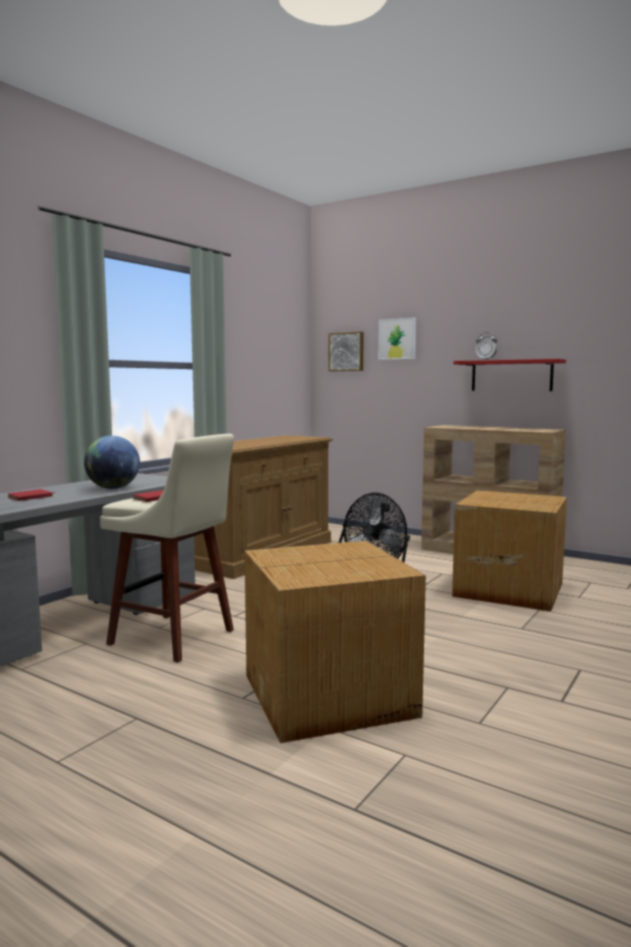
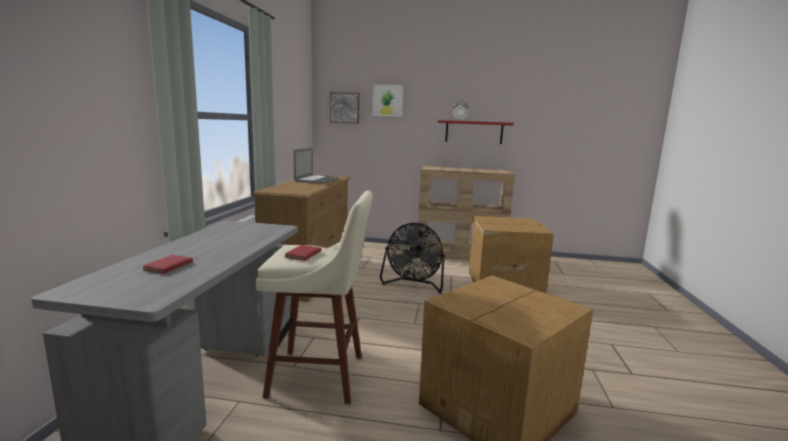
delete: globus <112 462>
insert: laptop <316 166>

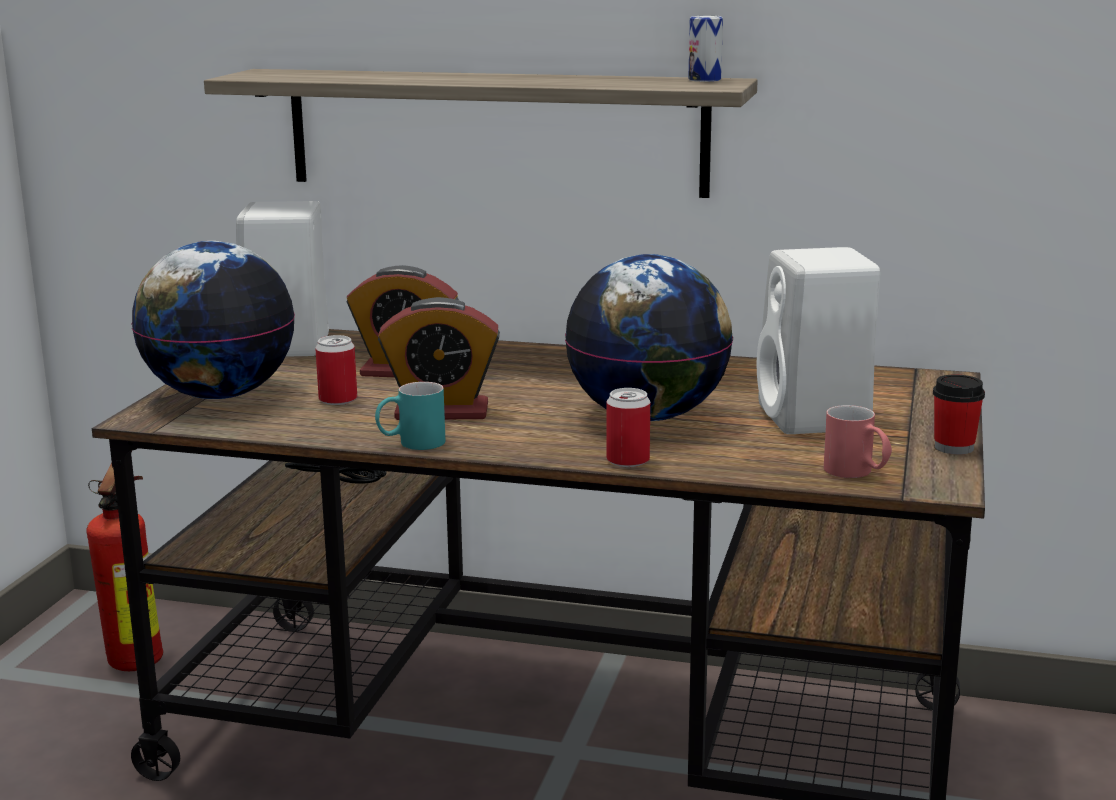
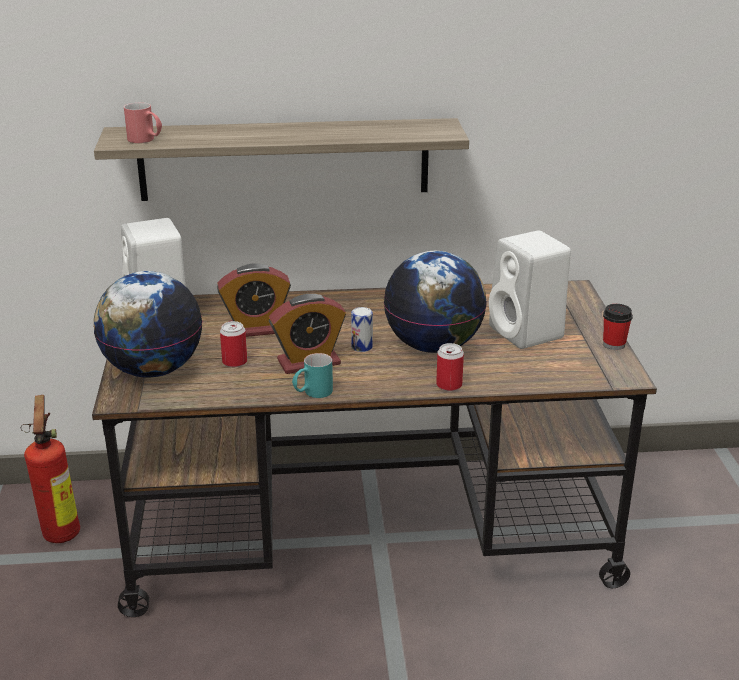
move: puszka <705 48> to <362 329>; kubek (czerwony) <858 441> to <143 122>

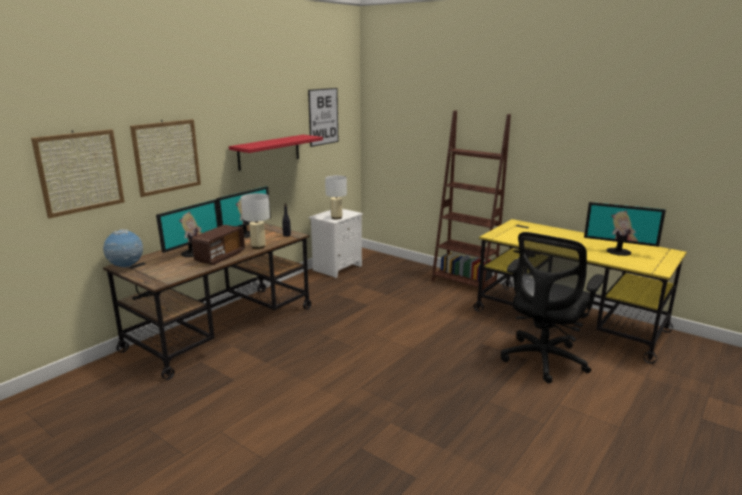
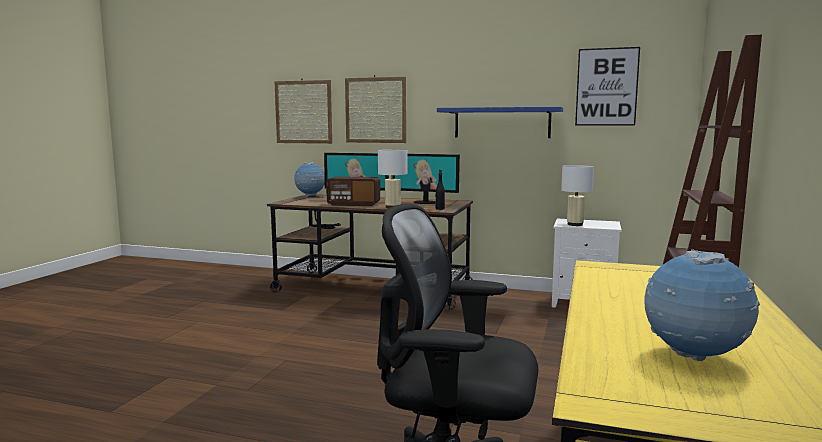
replace: monitor <625 229> to globus <702 305>
recolor: półka (czerwony) <276 153> to półka (niebieski) <500 122>

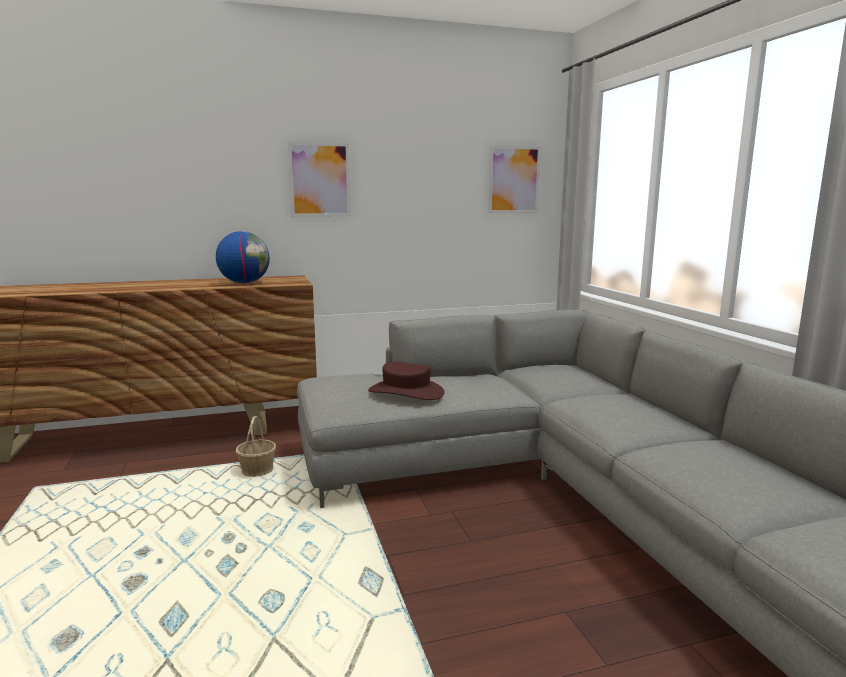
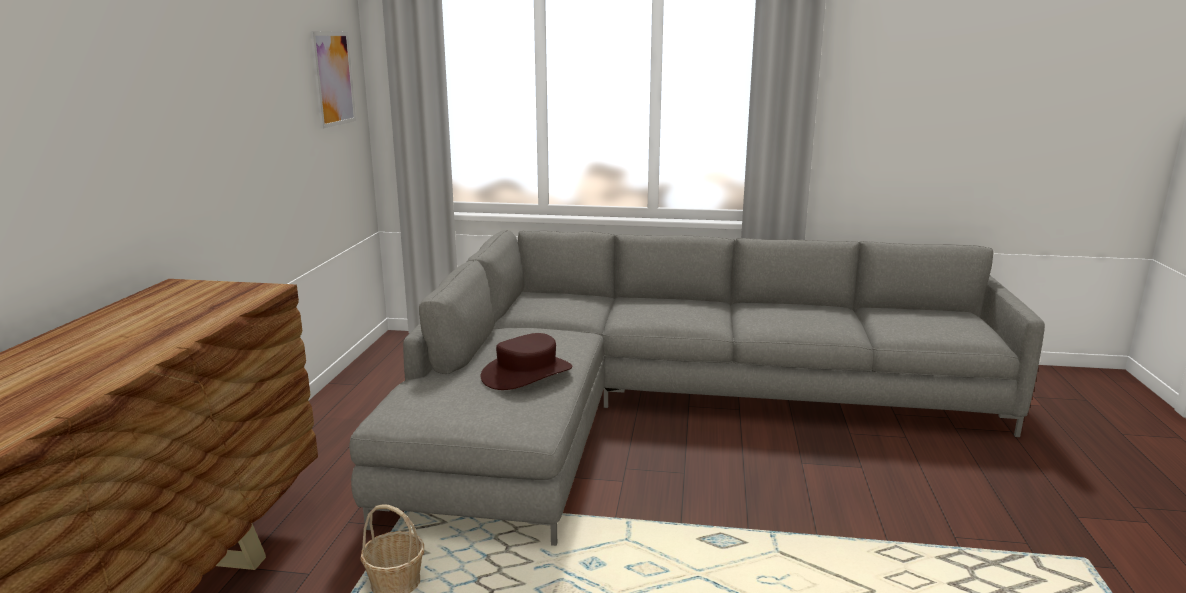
delete: globus <243 257>; obraz <319 179>

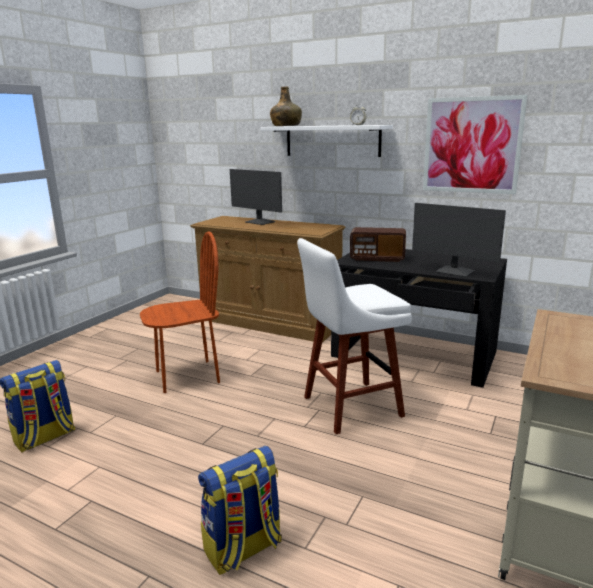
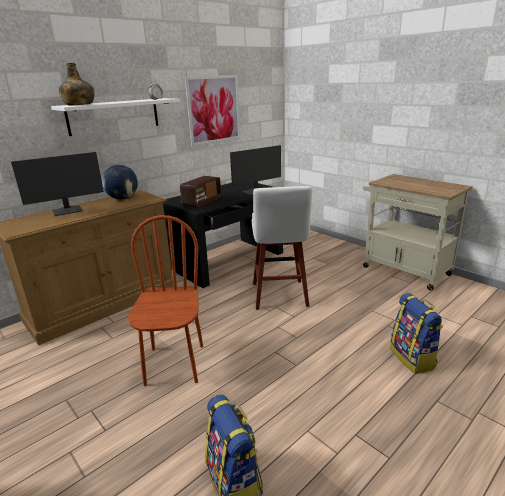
insert: globus <120 182>

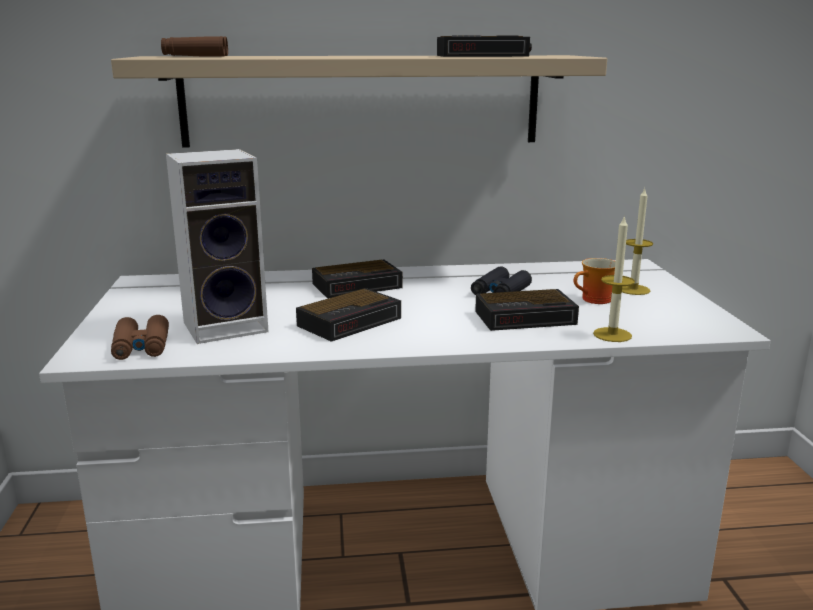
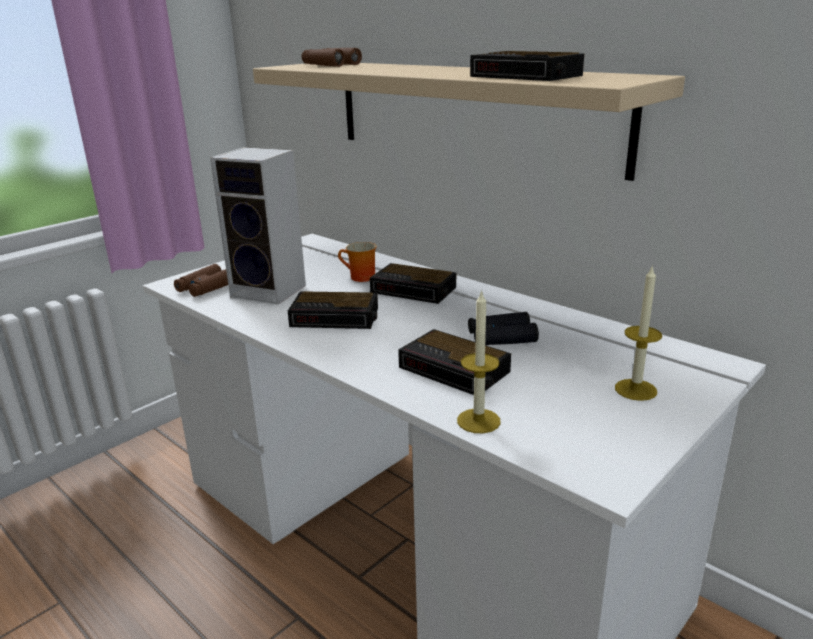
move: kubek <595 281> to <357 262>

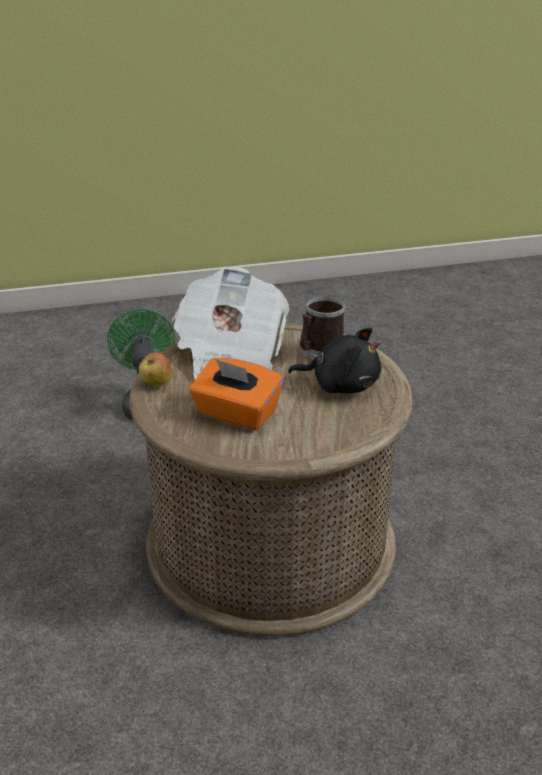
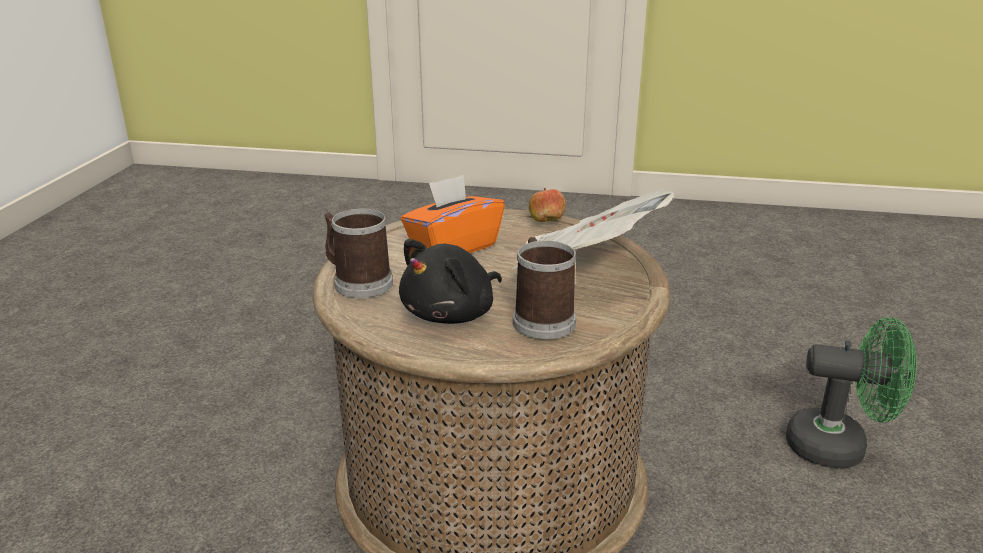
insert: kubek <358 253>

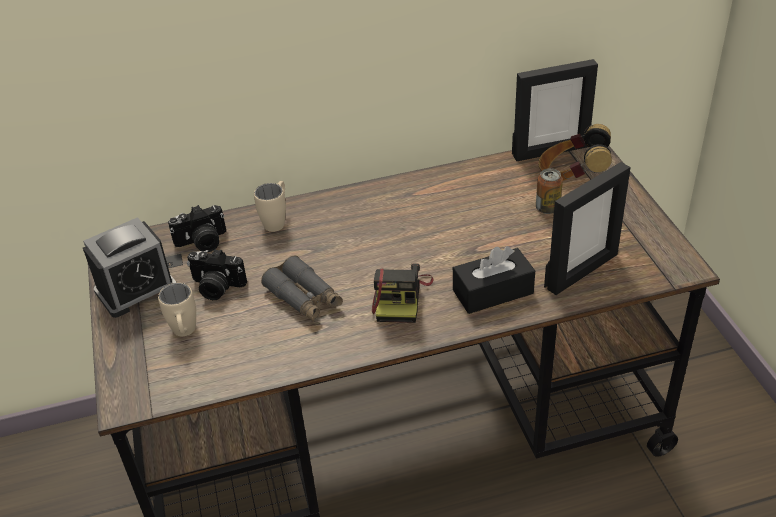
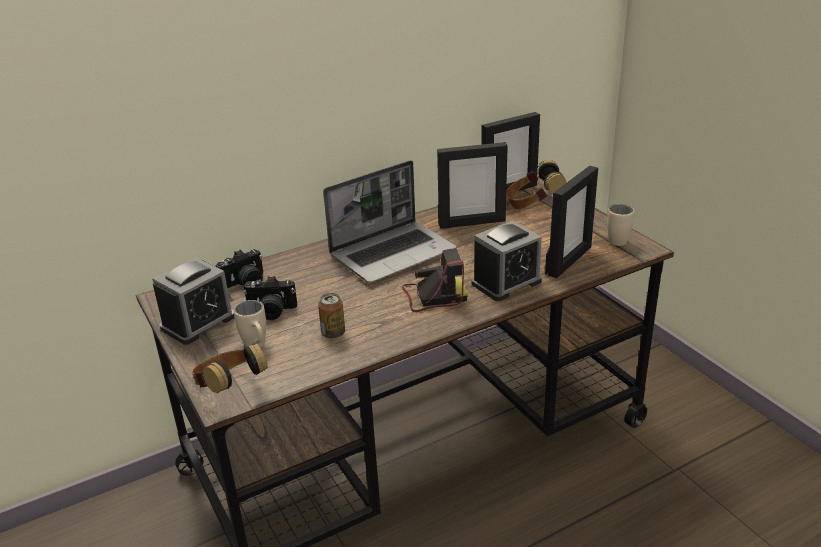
delete: lornetka (szary) <302 288>
insert: słuchawki <230 368>; laptop <390 221>; ramka na zdjęcie <472 185>
move: kubek (beżowy) <270 206> to <620 225>; puszka <549 191> to <331 316>
replace: pudełko chusteczek (czarny) <494 280> to budzik <506 261>
rotate: aparat fotograficzny <403 293> = <435 280> 90 degrees counterclockwise

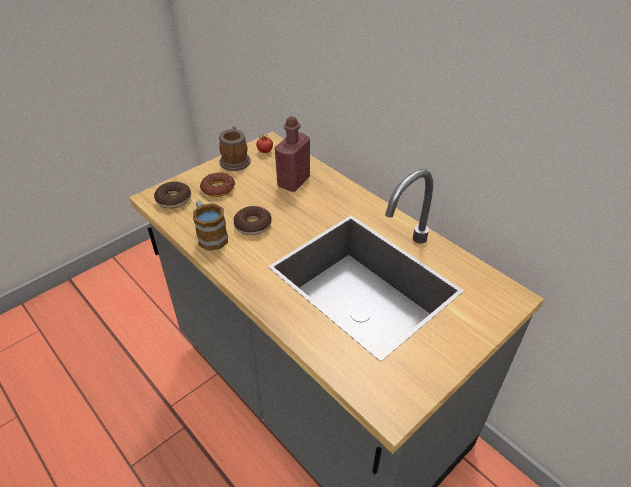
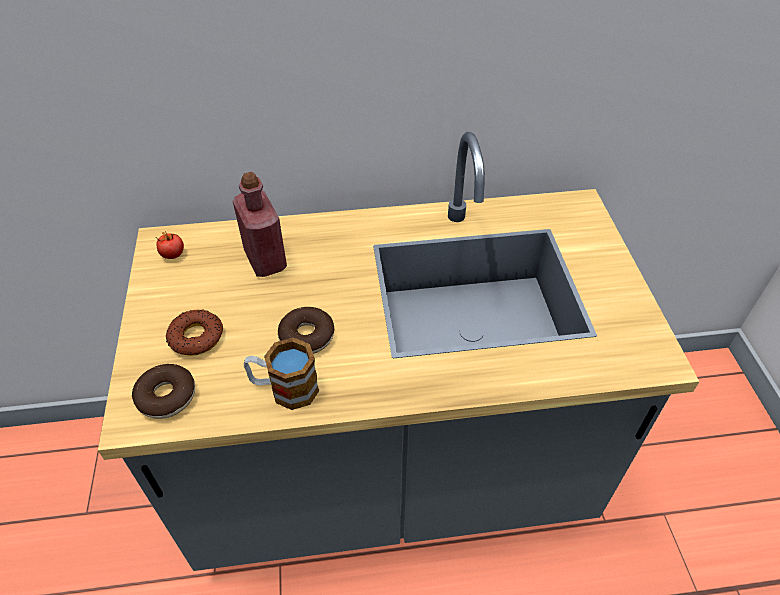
delete: kubek <235 148>

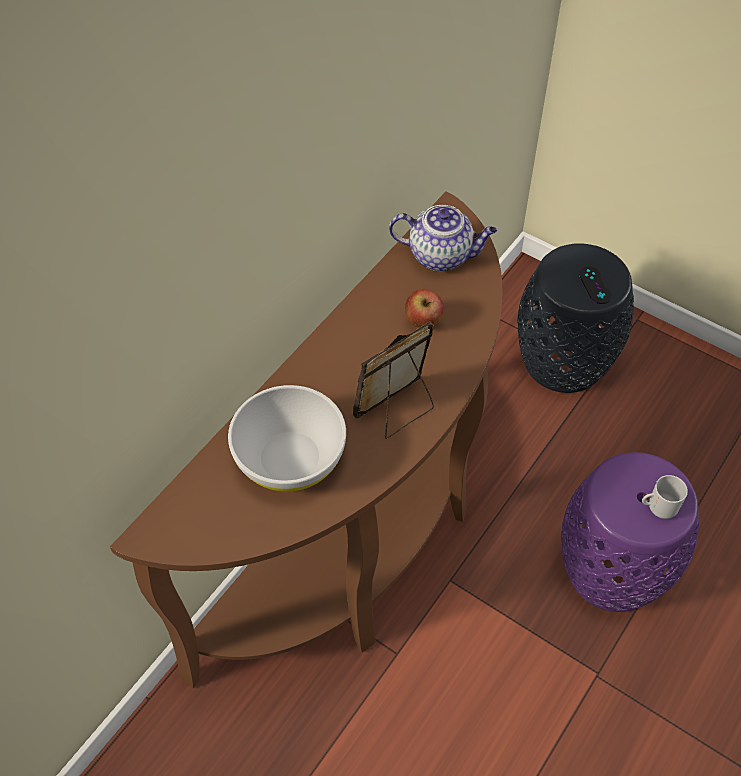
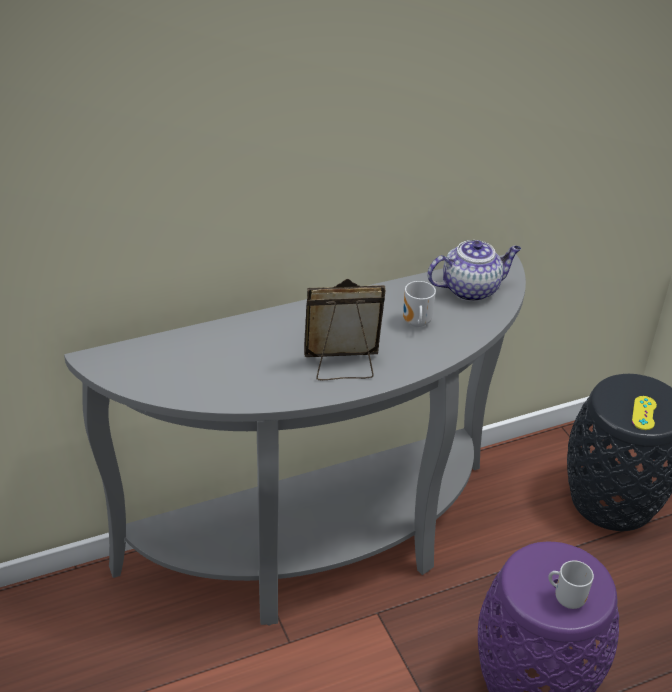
delete: miska (biały) <287 438>
replace: jabłko <424 309> to kubek <419 304>
recolor: stolik konsolowy (brązowy) <306 440> to stolik konsolowy (szary) <295 440>; pad do gier (czarny) <595 285> to pad do gier (żółty) <644 413>
rotate: imbryk <443 238> = <474 271> 60 degrees counterclockwise

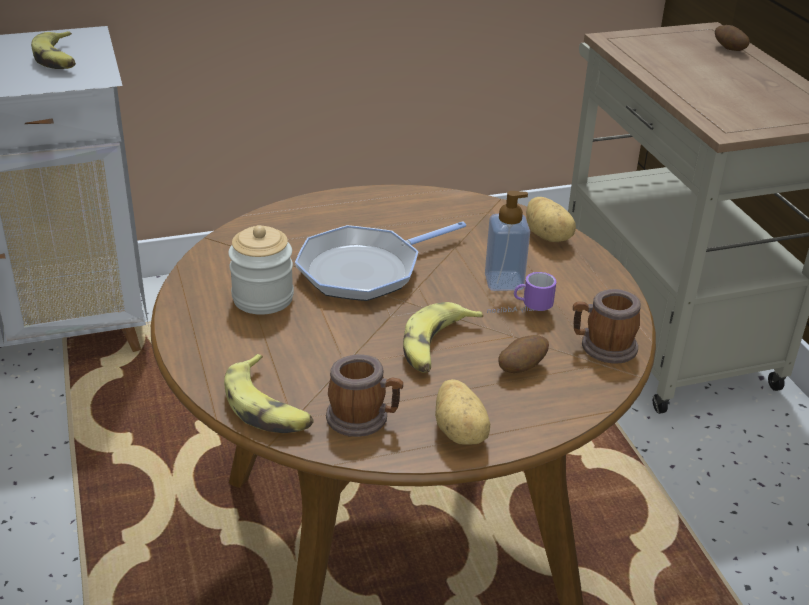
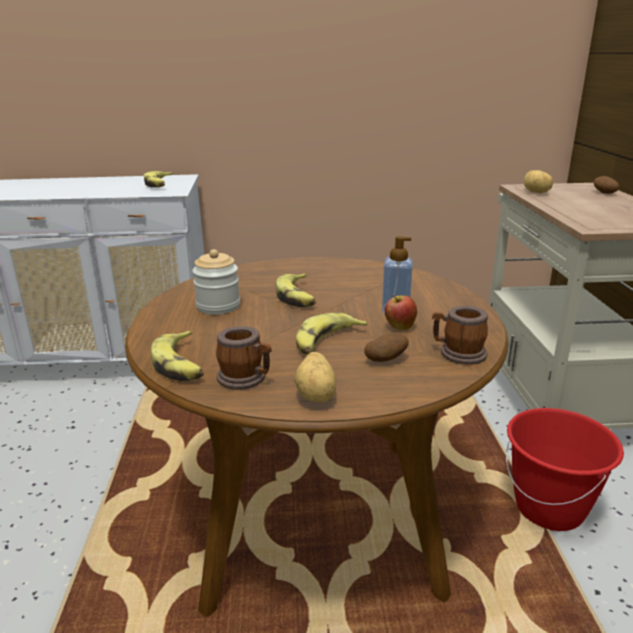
insert: wiadro (czerwony) <565 469>
move: ziemniak <551 219> to <538 181>
replace: patelnia <380 261> to banan <296 290>; kubek <521 292> to jabłko <400 313>

